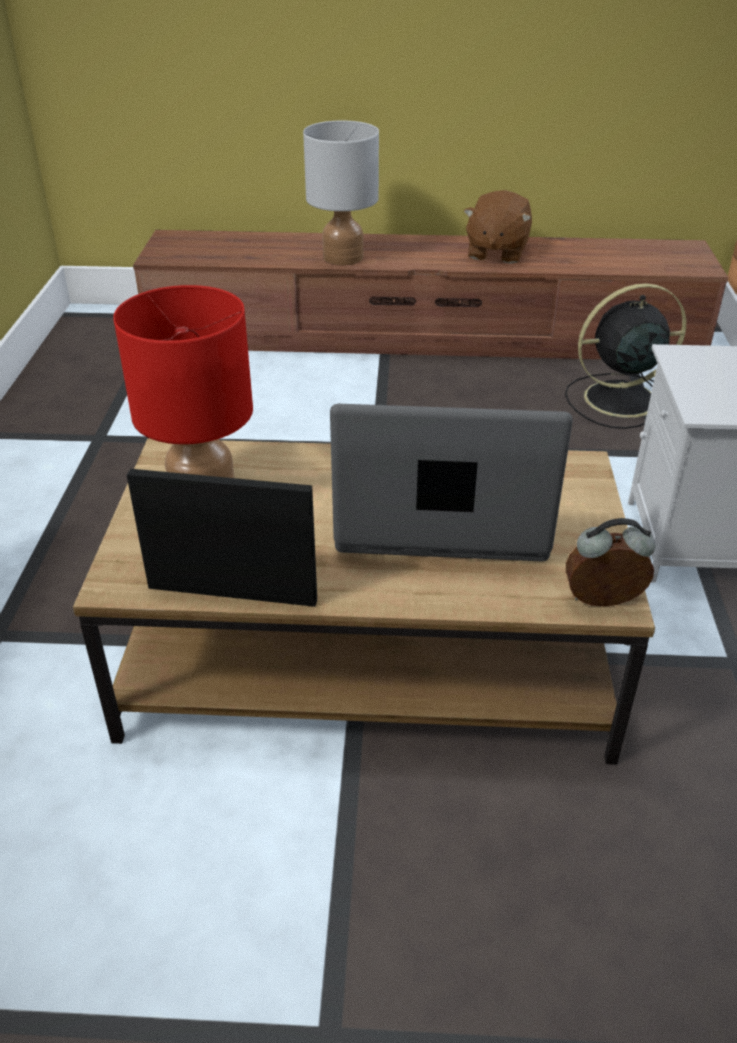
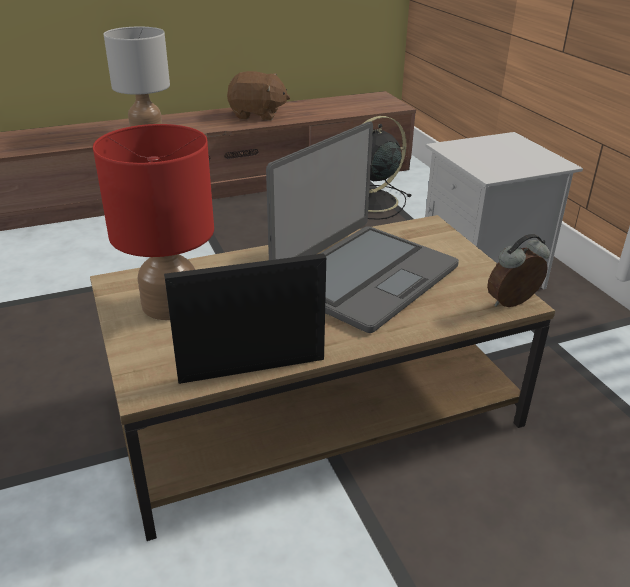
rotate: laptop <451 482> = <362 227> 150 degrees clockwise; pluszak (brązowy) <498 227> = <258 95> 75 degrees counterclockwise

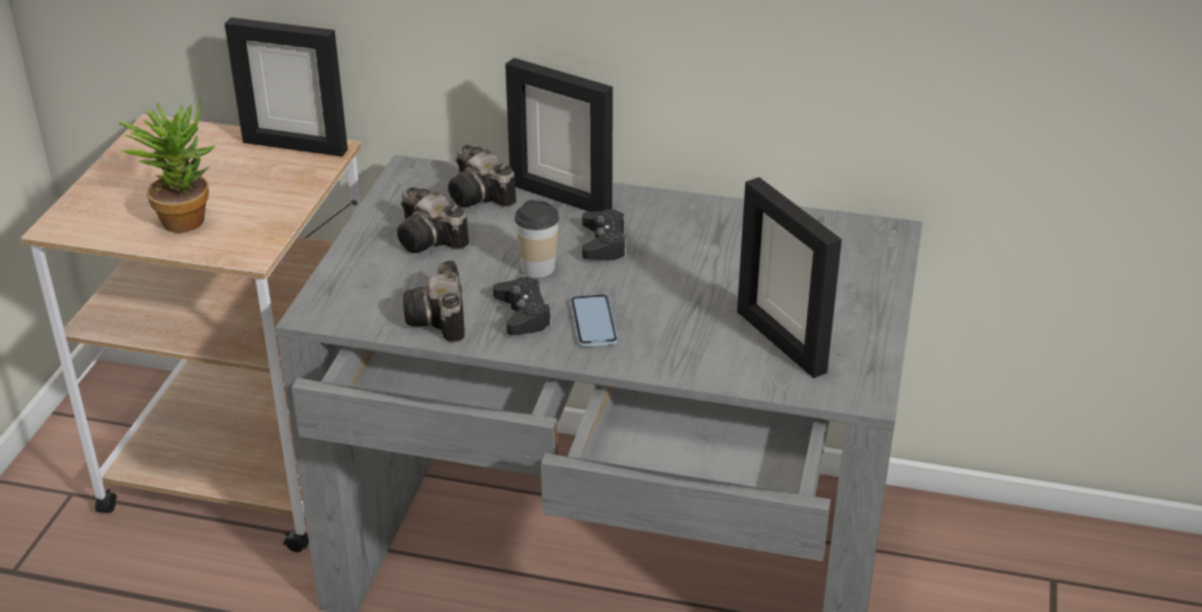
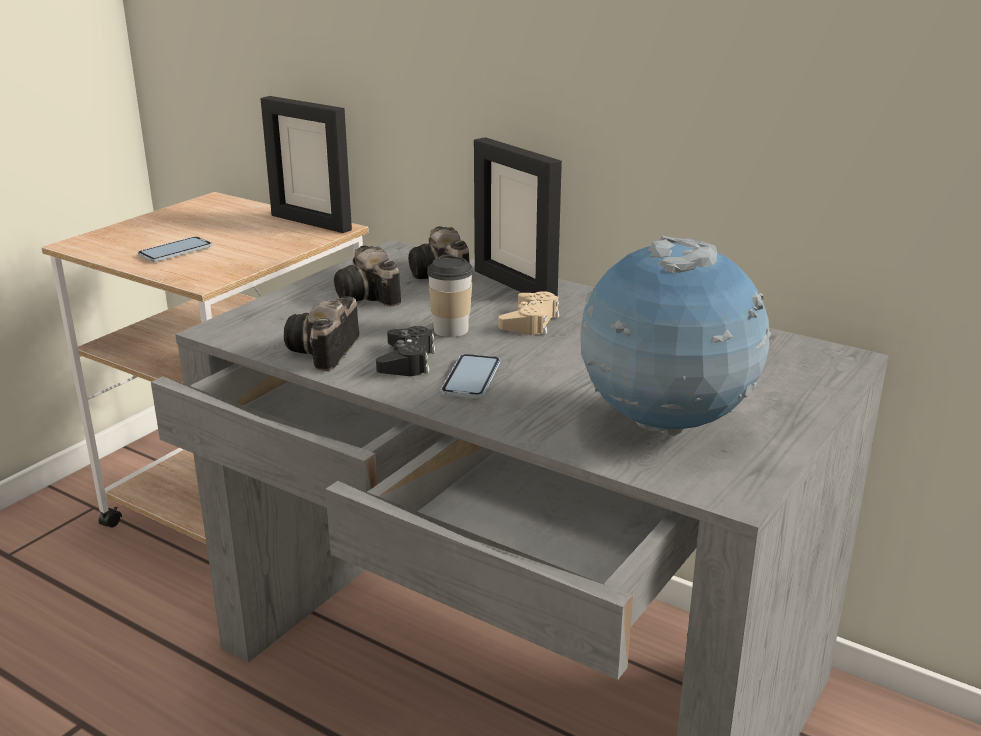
replace: roślina doniczkowa <167 165> to telefon <175 249>; ramka na zdjęcie <789 277> to globus <675 336>
recolor: pad do gier (czarny) <604 234> to pad do gier (beżowy) <529 313>

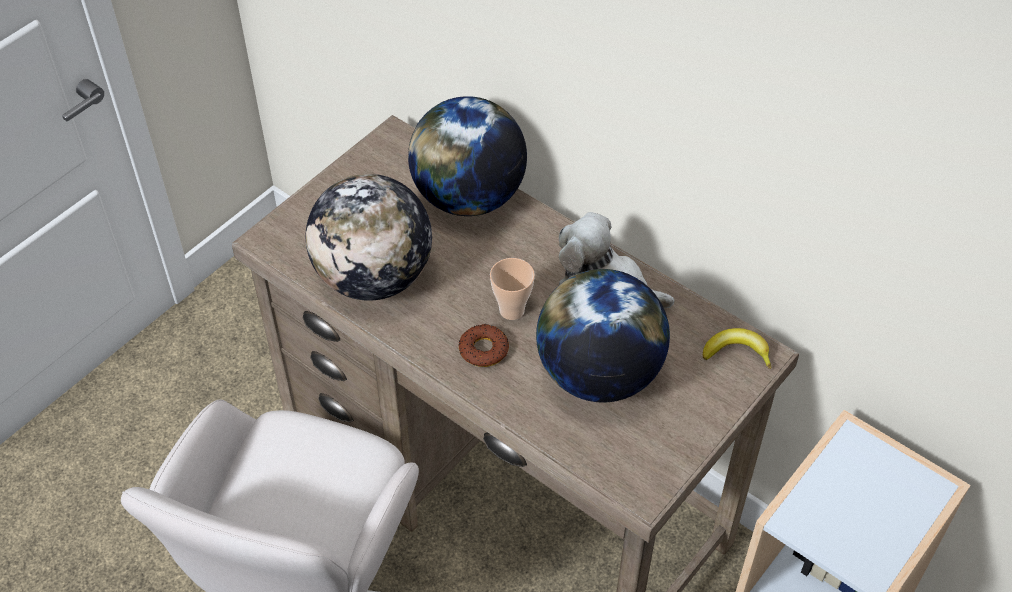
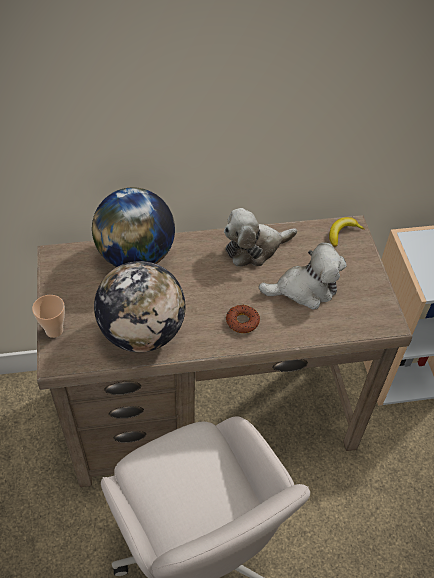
move: filiżanka <512 289> to <48 316>
replace: globus <603 336> to pluszak <302 276>

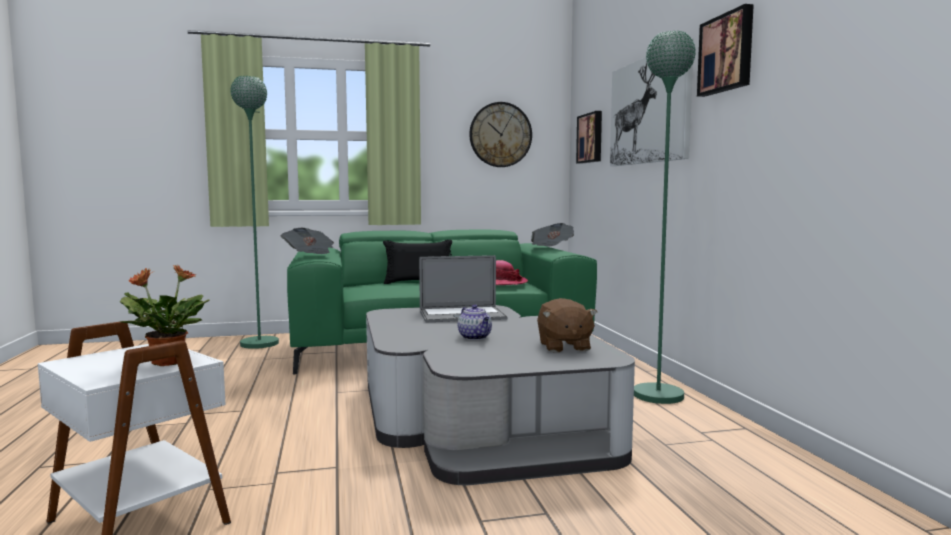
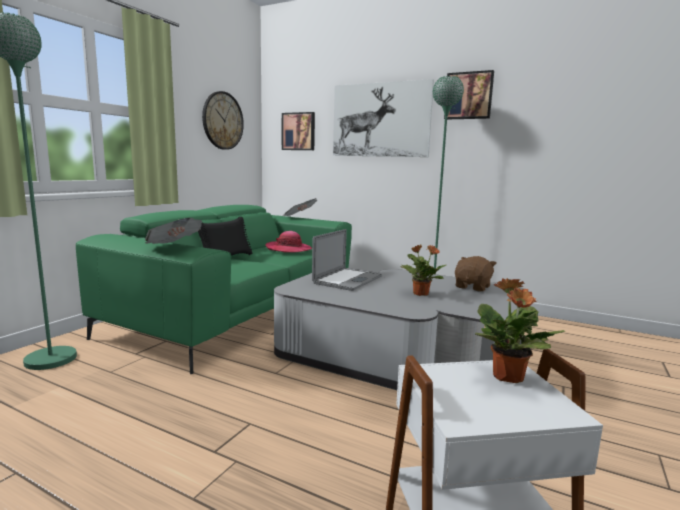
replace: imbryk <475 322> to roślina doniczkowa <423 270>
rotate: pluszak (brązowy) <567 325> = <476 274> 90 degrees counterclockwise

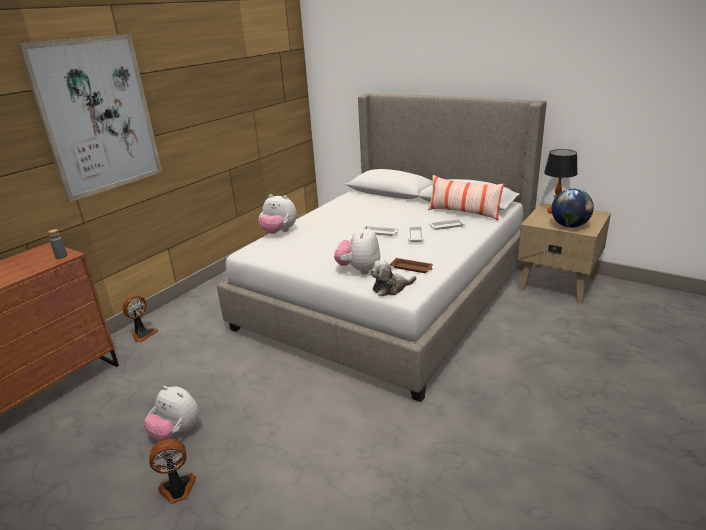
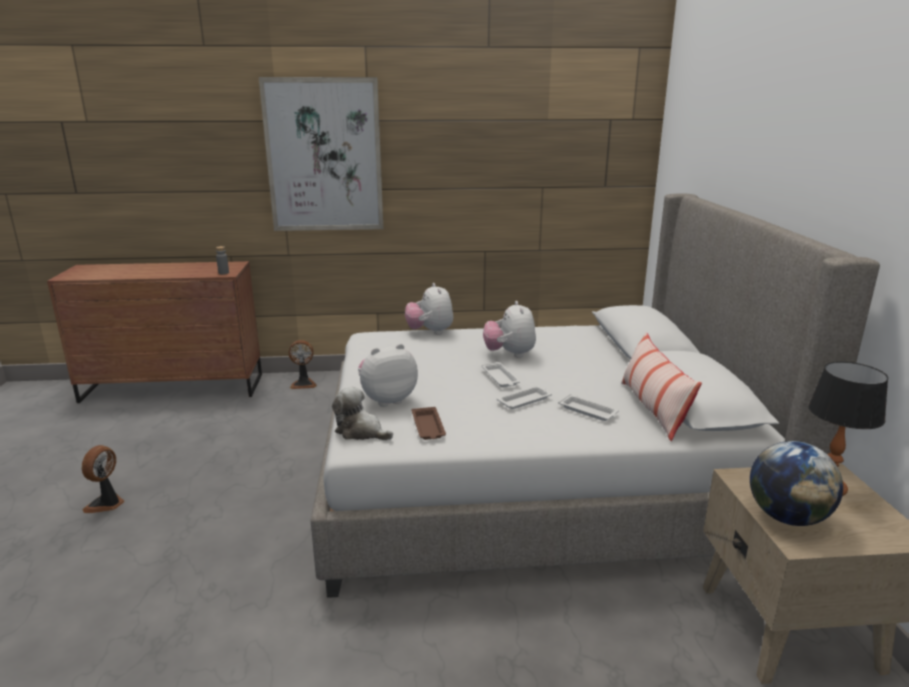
move: pluszak <171 414> to <509 329>
rotate: wentylator <172 471> = <103 479> 105 degrees counterclockwise

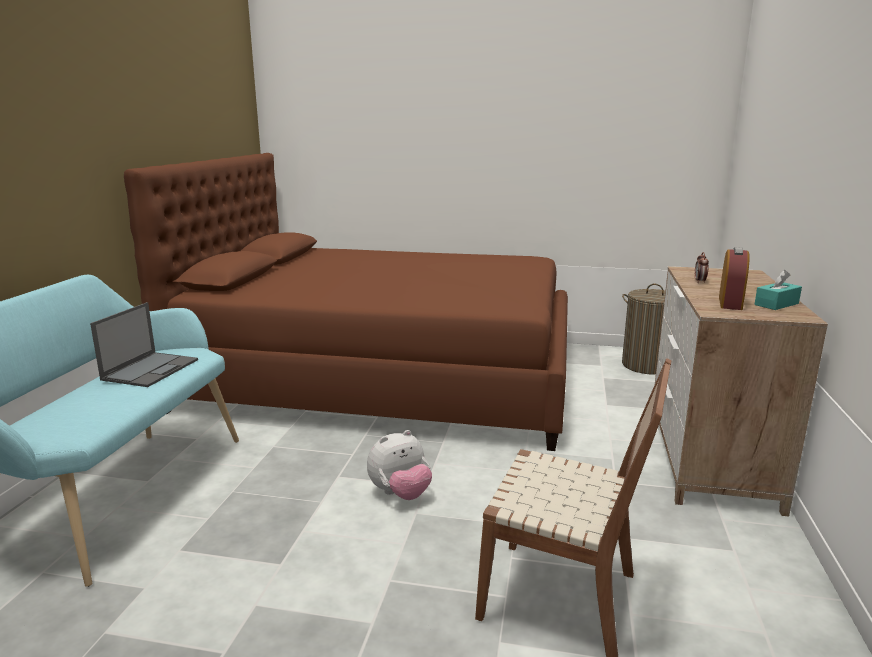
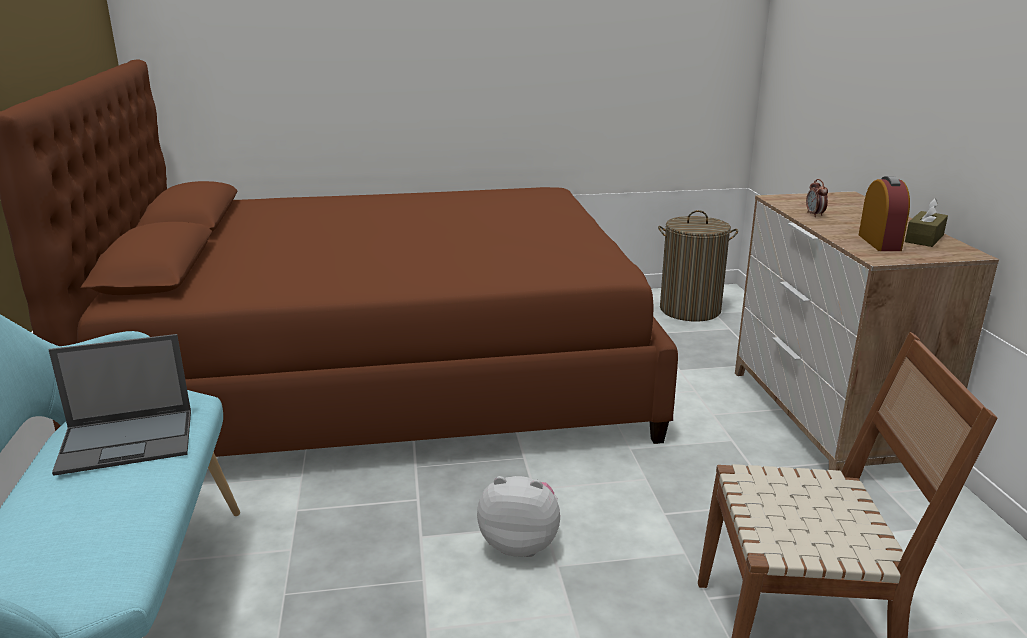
recolor: pudełko chusteczek (turkusowy) <778 290> to pudełko chusteczek (brązowy) <926 222>
rotate: laptop <144 344> = <120 405> 75 degrees clockwise; pluszak <399 465> = <518 516> 120 degrees counterclockwise

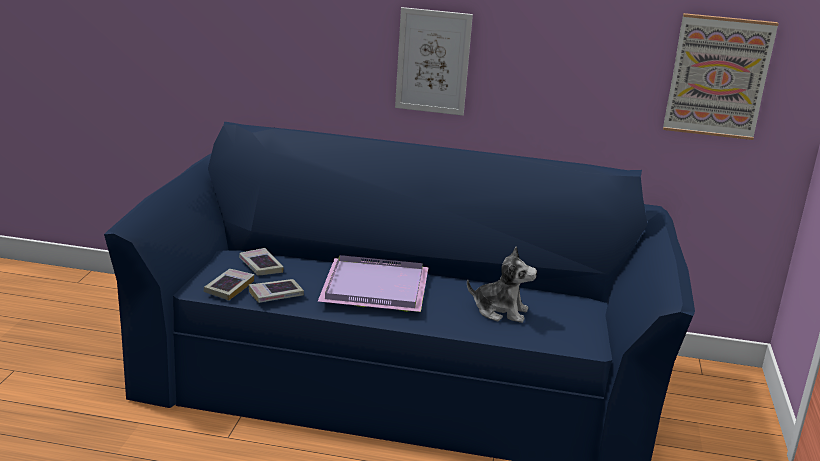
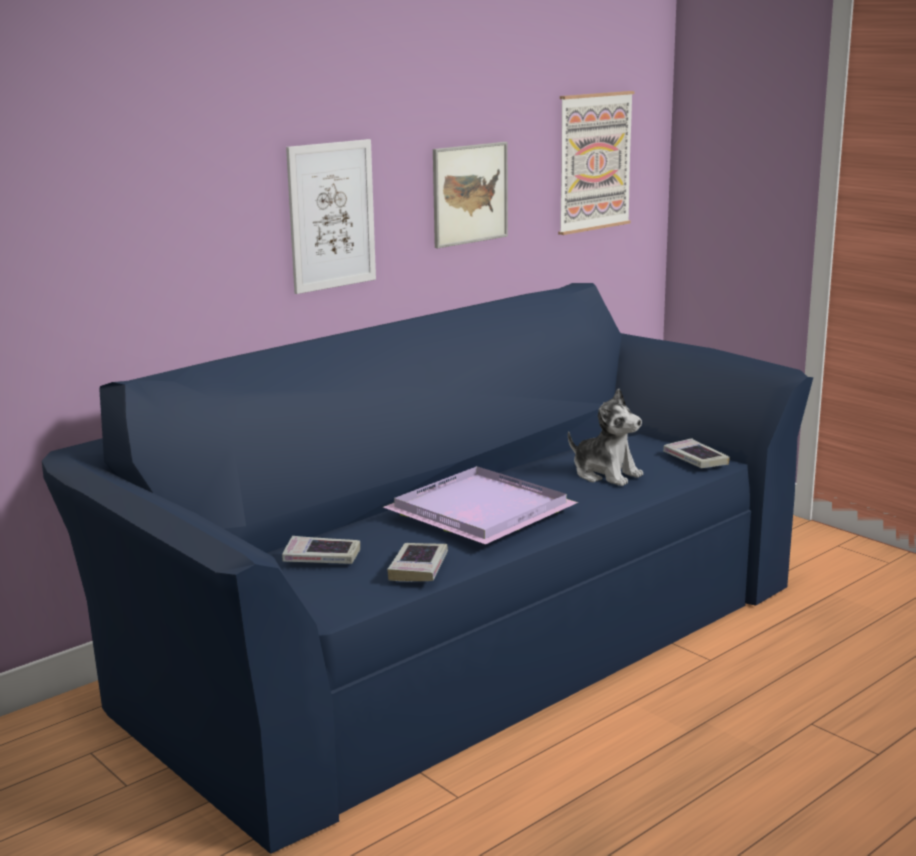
insert: obraz <470 195>
move: książka <229 285> to <696 453>
rotate: pluszak <502 284> = <605 437> 75 degrees clockwise

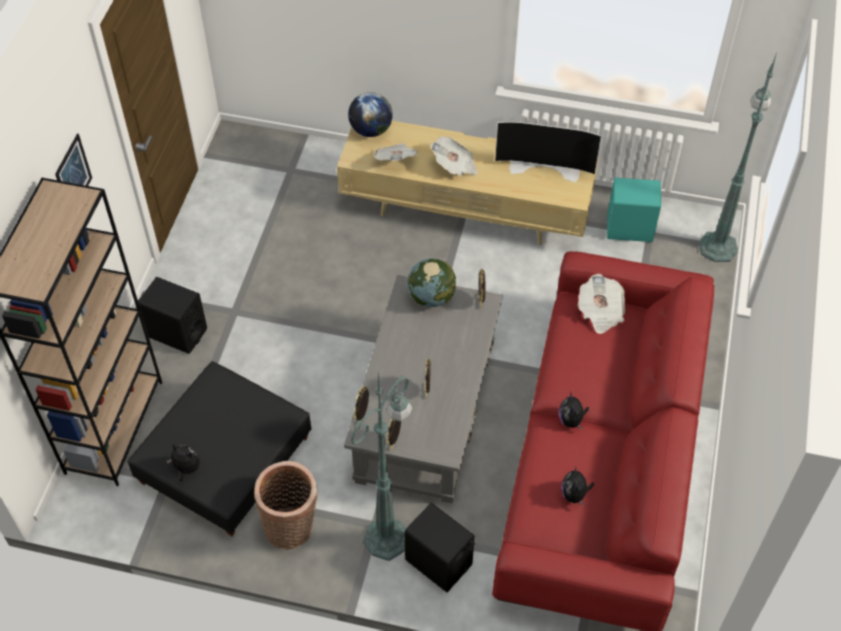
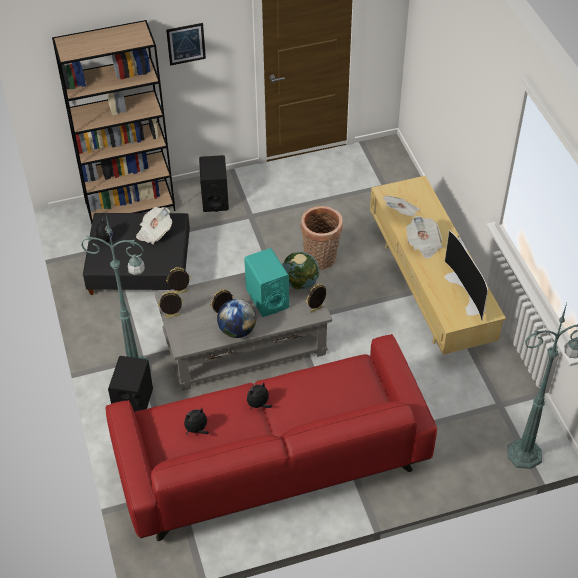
move: koszyk <286 505> to <322 238>; globus <370 114> to <236 318>; gazeta <601 304> to <154 225>; głośnik (turkusowy) <634 210> to <266 282>

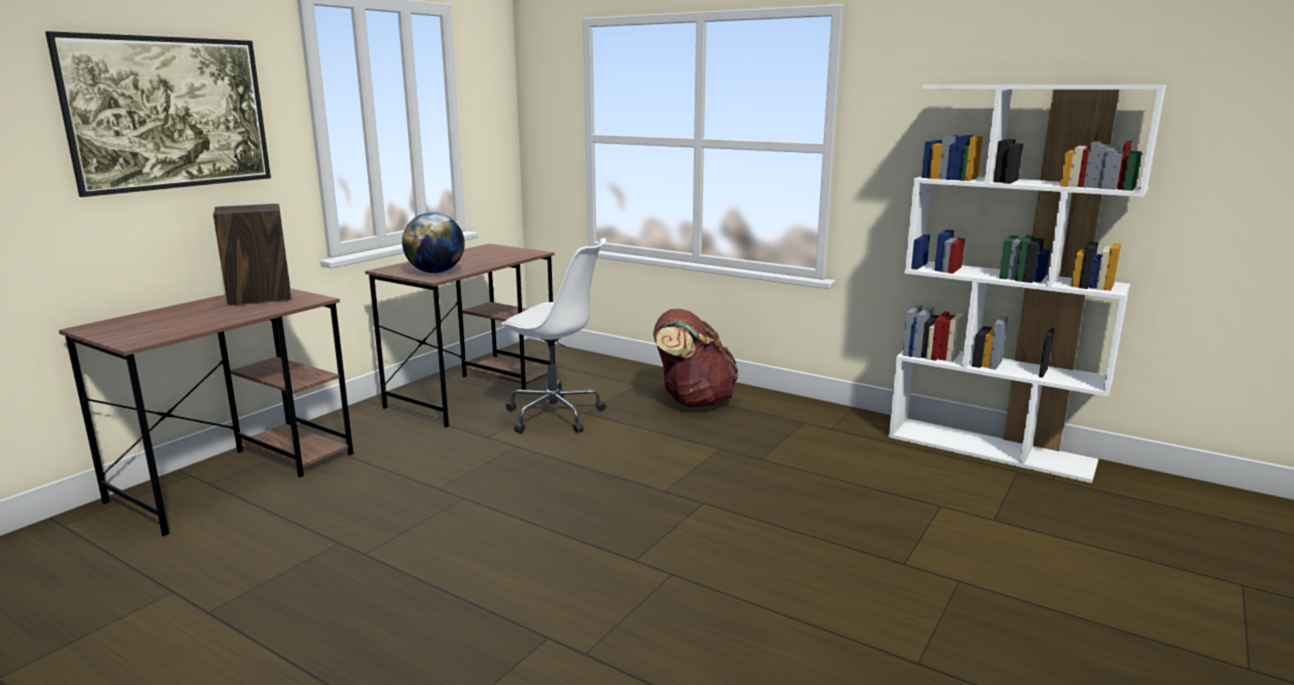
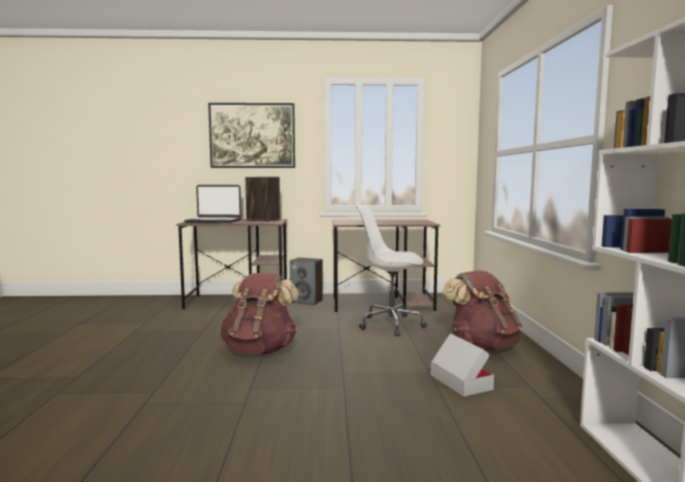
delete: globus <433 242>
insert: laptop <212 204>; plecak (brązowy) <259 313>; głośnik <306 281>; karton <462 365>
rotate: krzesło biurowe (biały) <553 335> = <391 270> 120 degrees clockwise

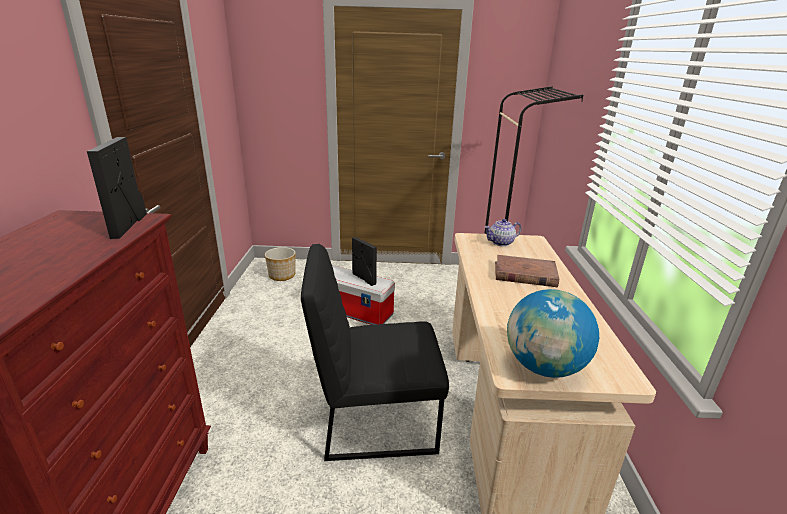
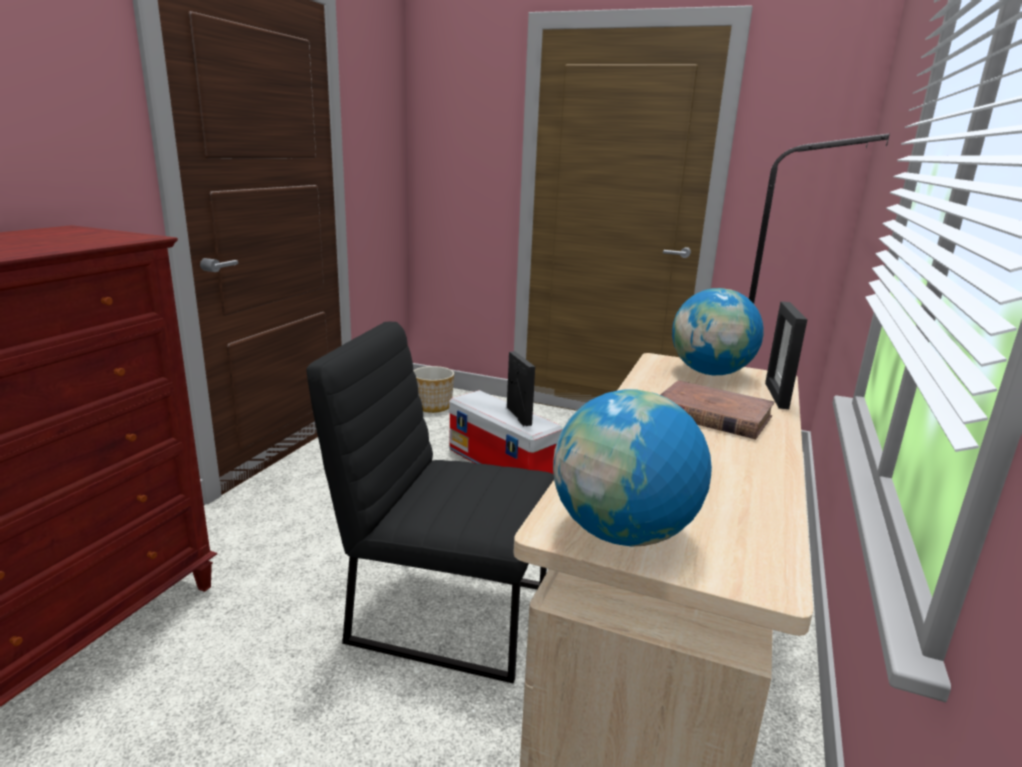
move: ramka na zdjęcie <117 188> to <786 355>
replace: imbryk <502 232> to globus <718 331>

